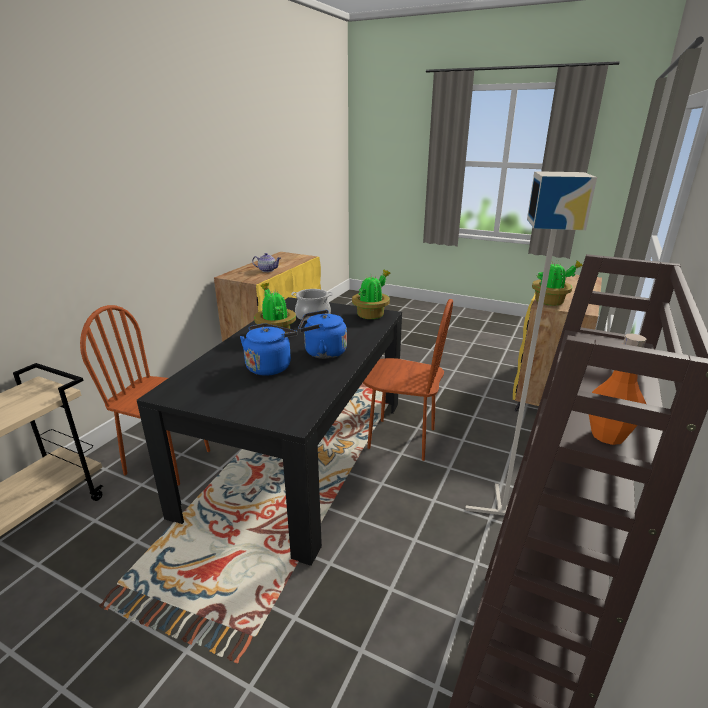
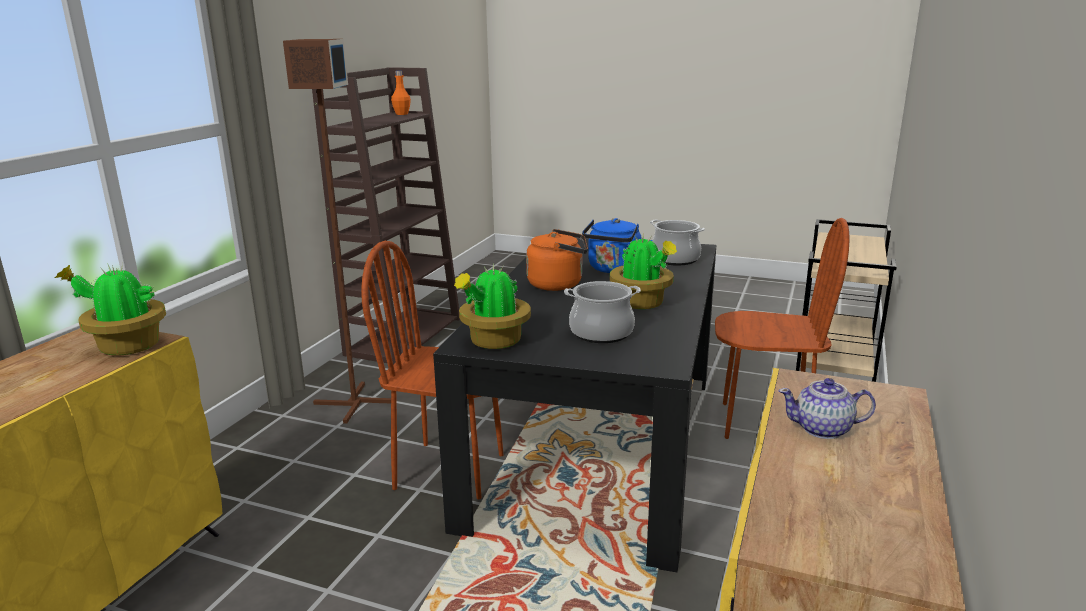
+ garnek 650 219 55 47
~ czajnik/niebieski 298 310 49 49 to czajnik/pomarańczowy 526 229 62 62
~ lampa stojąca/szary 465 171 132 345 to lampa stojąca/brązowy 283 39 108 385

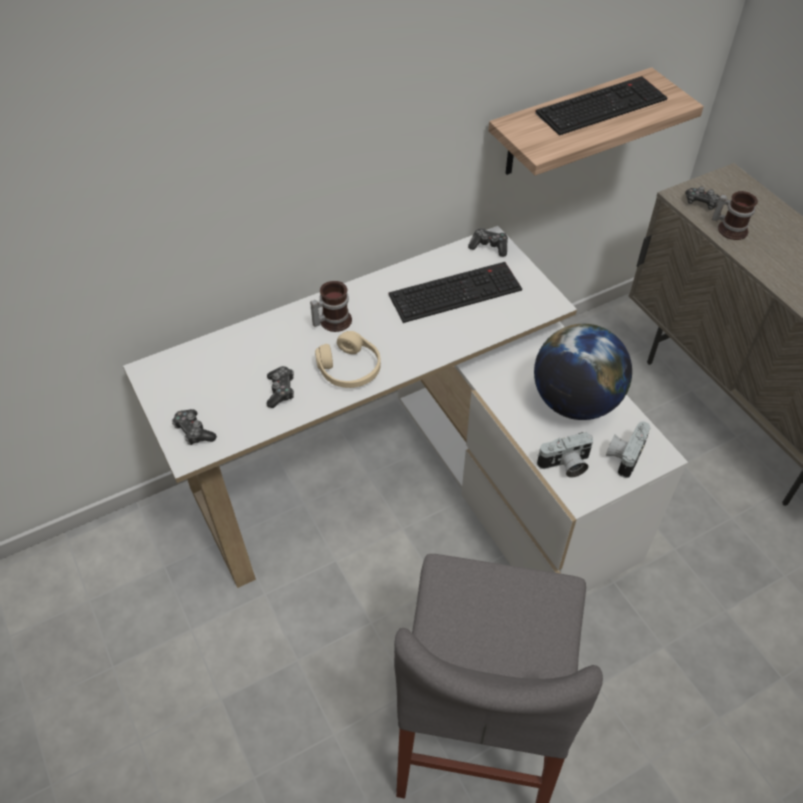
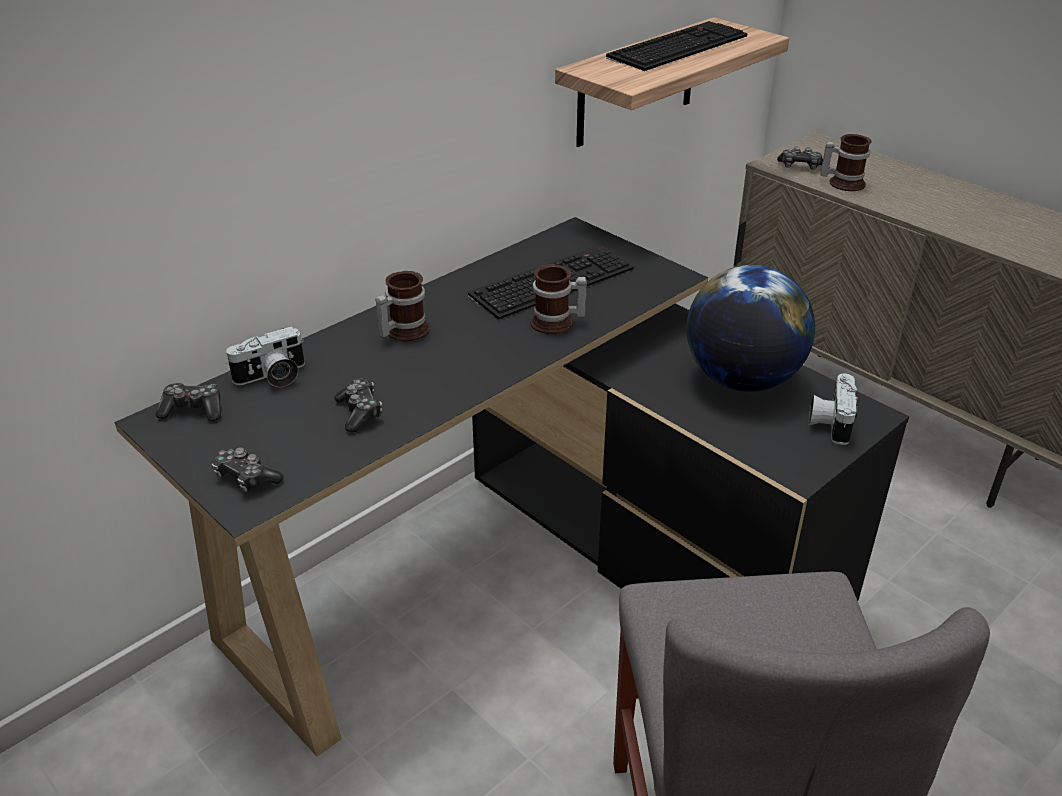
- słuchawki/beżowy 315 331 66 57
+ kubek 530 264 57 70
~ pad do gier 468 228 40 29 to 156 382 65 39
~ aparat fotograficzny 537 432 56 45 to 226 326 79 61
~ biurko/biały 123 226 565 366 to biurko/czarny 115 217 794 540

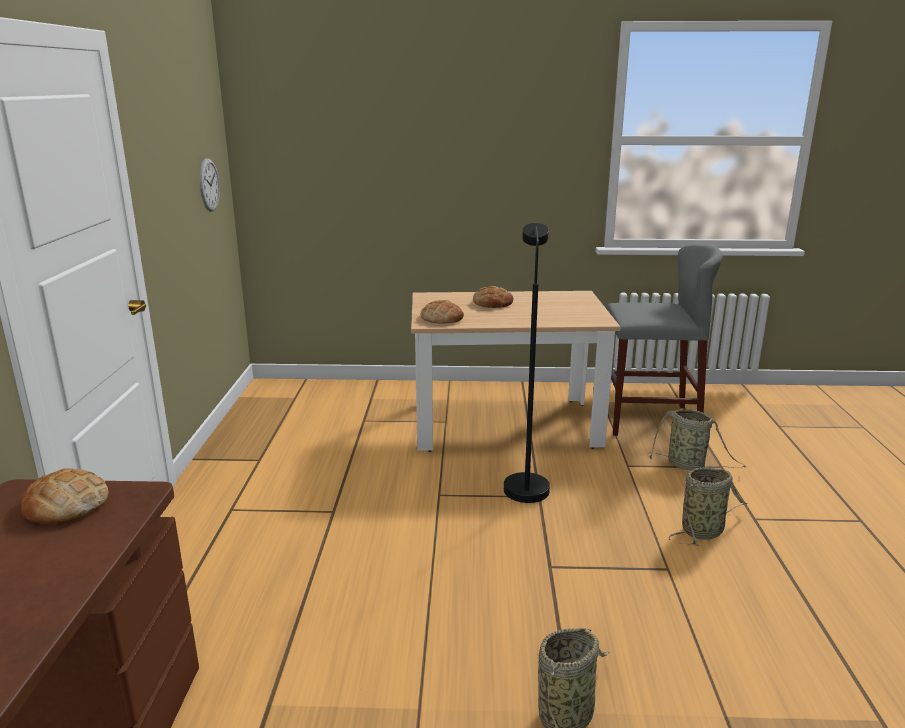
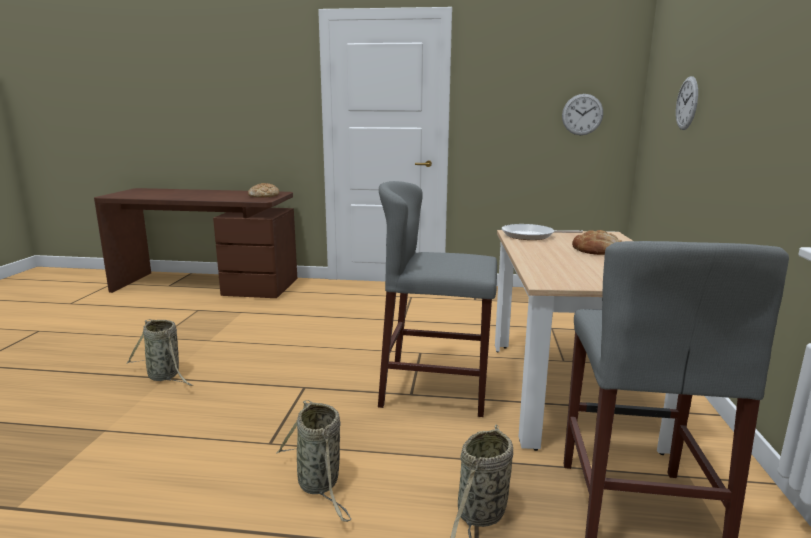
+ zegar ścienny 676 76 22 54
~ chleb 421 300 43 24 to patelnia 502 224 81 16
~ lampa stojąca/czarny 504 223 46 280 to stołek/szary 378 181 119 236

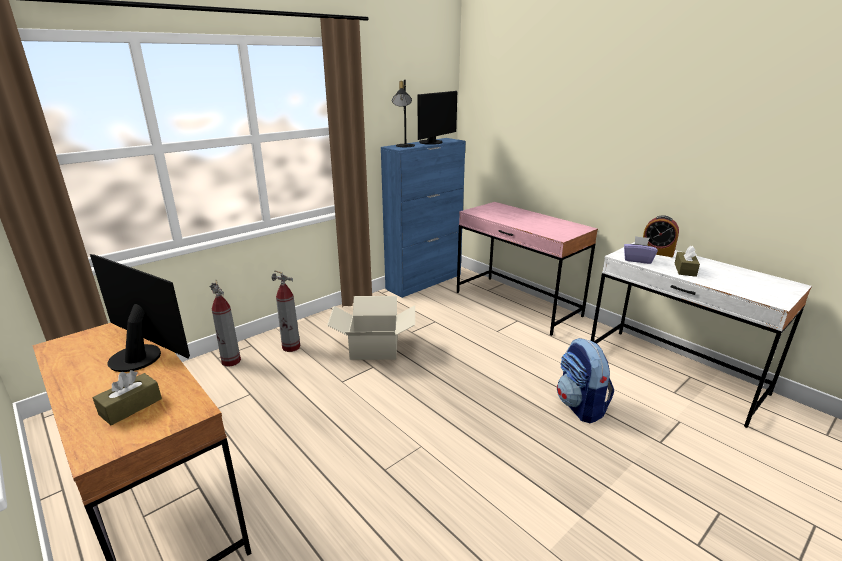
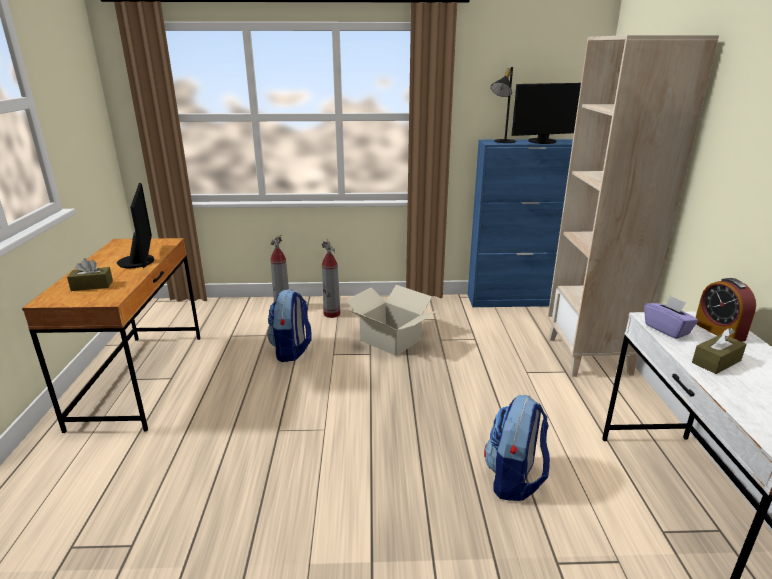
+ plecak 267 289 45 73
~ biurko/różowy 457 202 141 134 to regał/beżowy 548 35 171 341

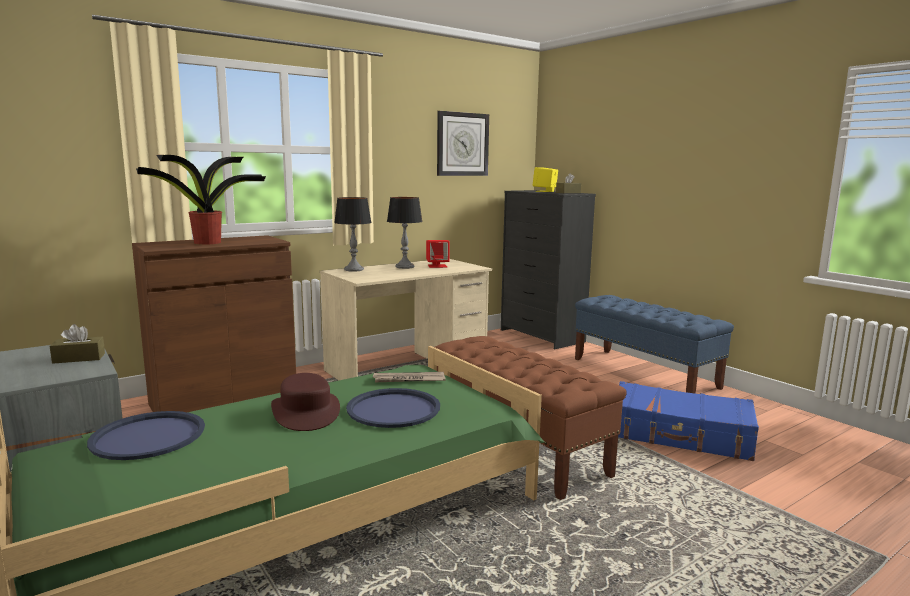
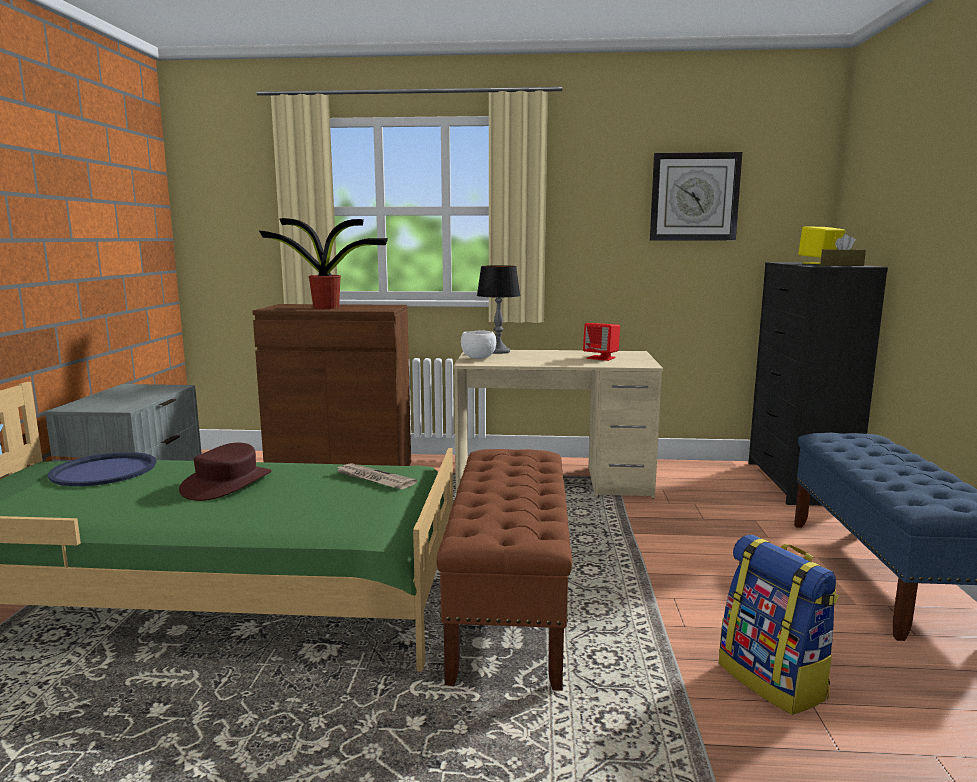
- pudełko chusteczek/brązowy 50 324 55 40
- taca/niebieski 346 388 94 40
- lampa stołowa 387 197 36 72
+ miska/biały 461 330 35 29
~ walizka/niebieski 618 381 141 80 to plecak 719 535 120 180

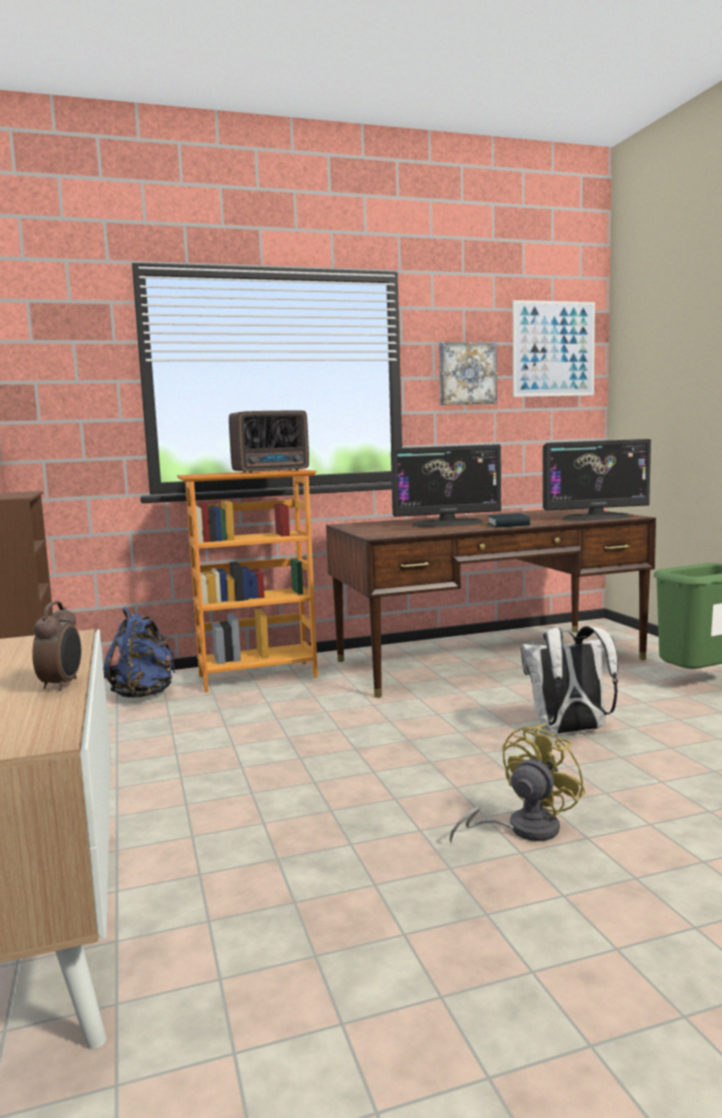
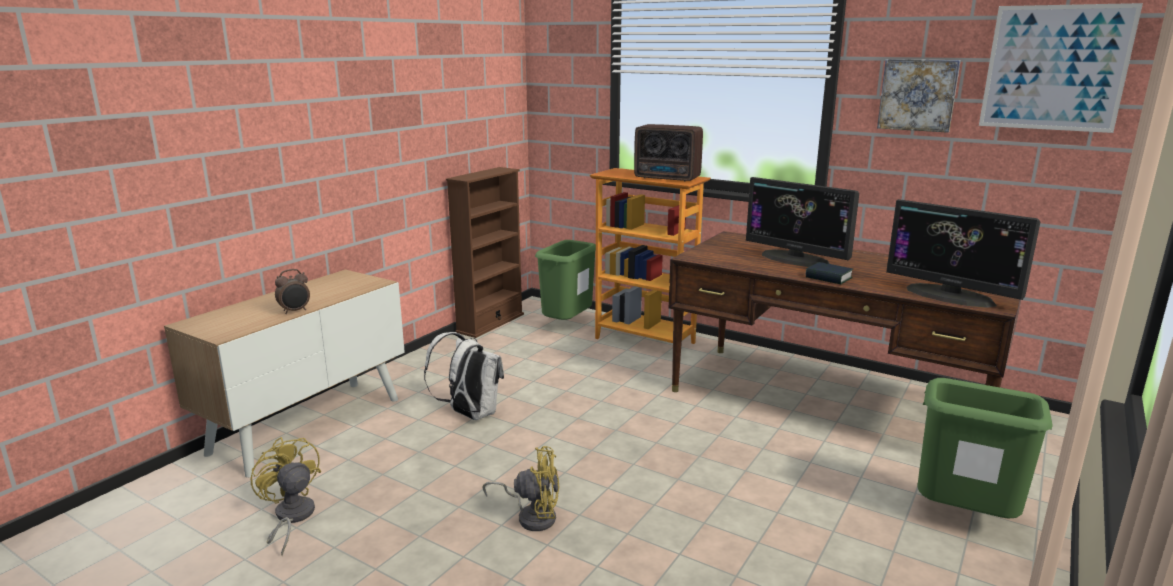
+ wentylator/żółty 251 437 70 119
~ plecak/biały 521 626 97 108 to 424 332 80 88
~ plecak/niebieski 104 607 71 91 to kosz na śmieci/zielony 535 240 61 80

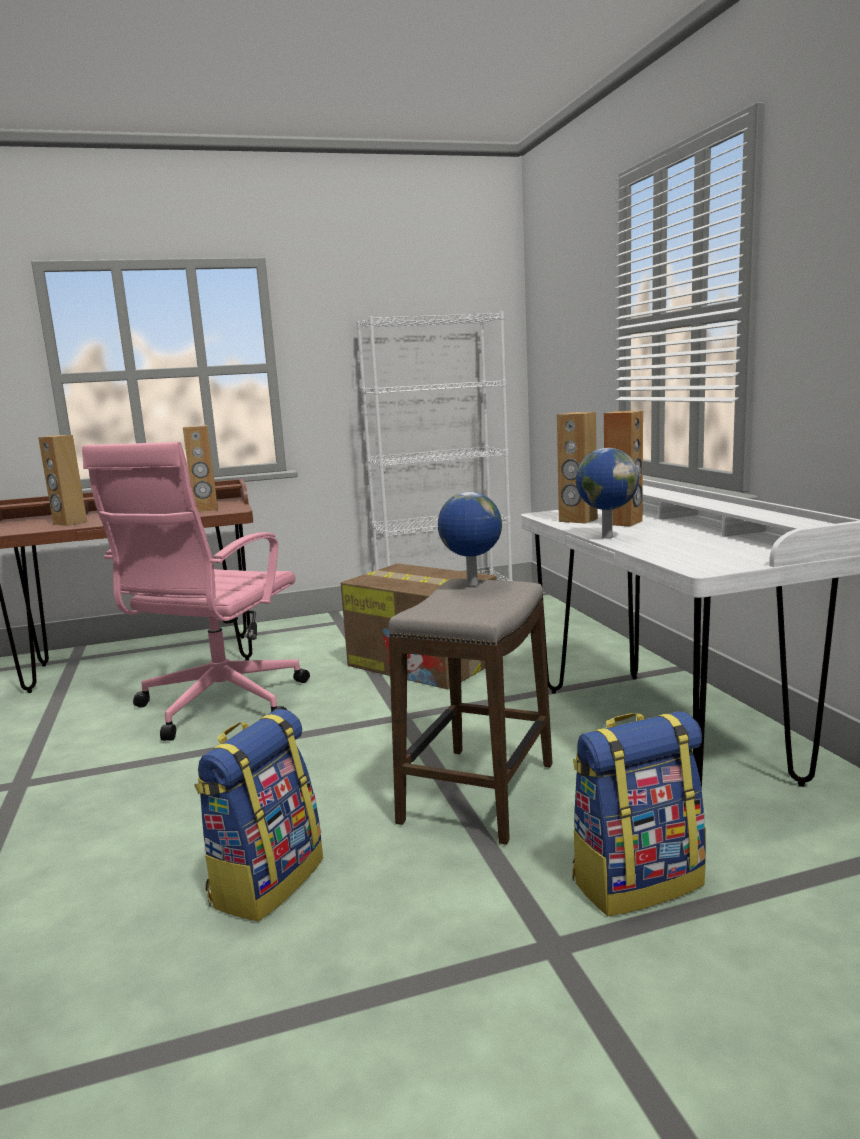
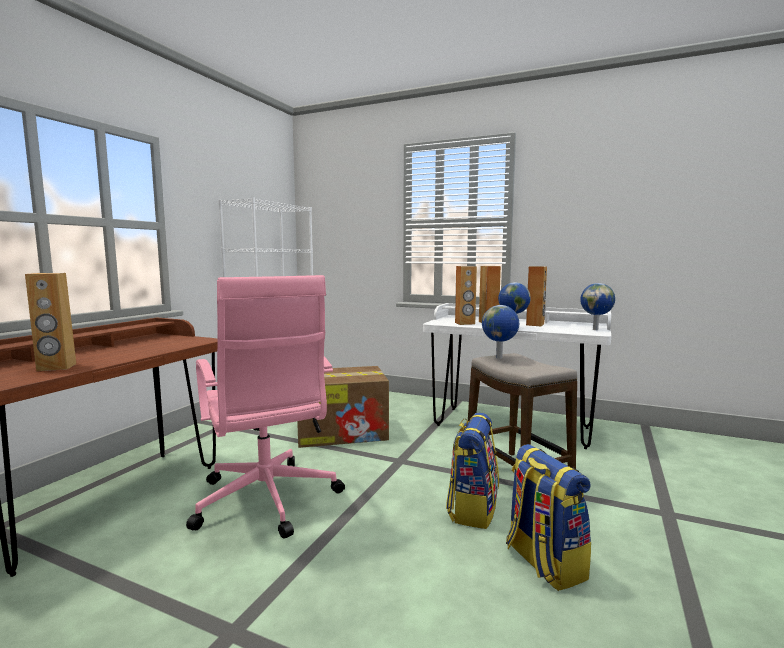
+ globus 580 283 35 47
~ głośnik/brązowy 183 425 35 87 to 526 266 21 61
~ plecak 572 711 134 205 to 446 412 53 117

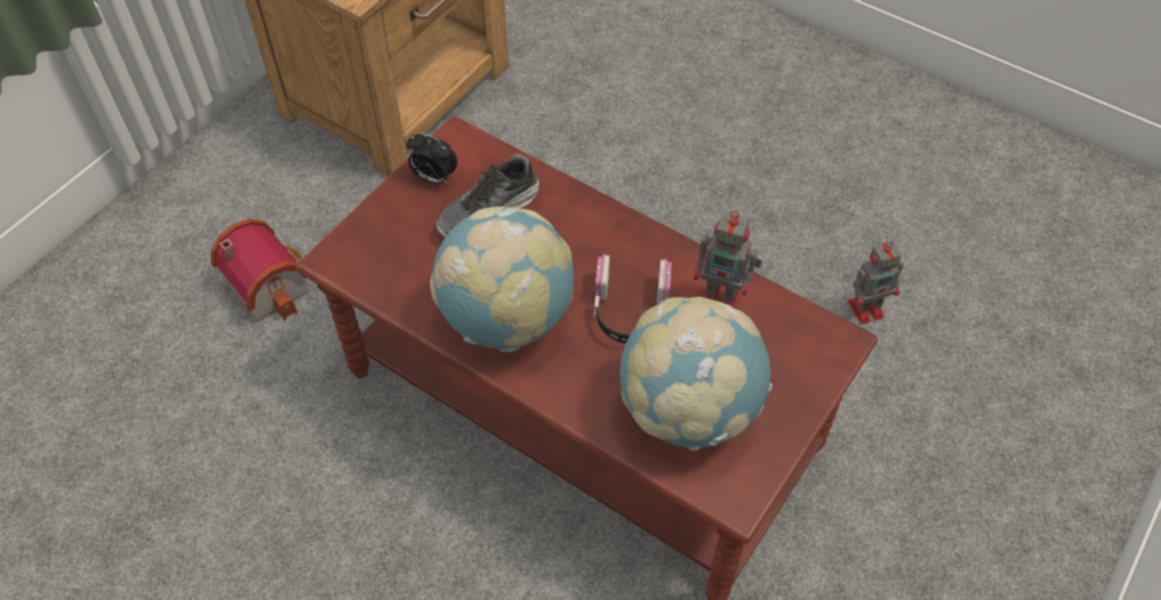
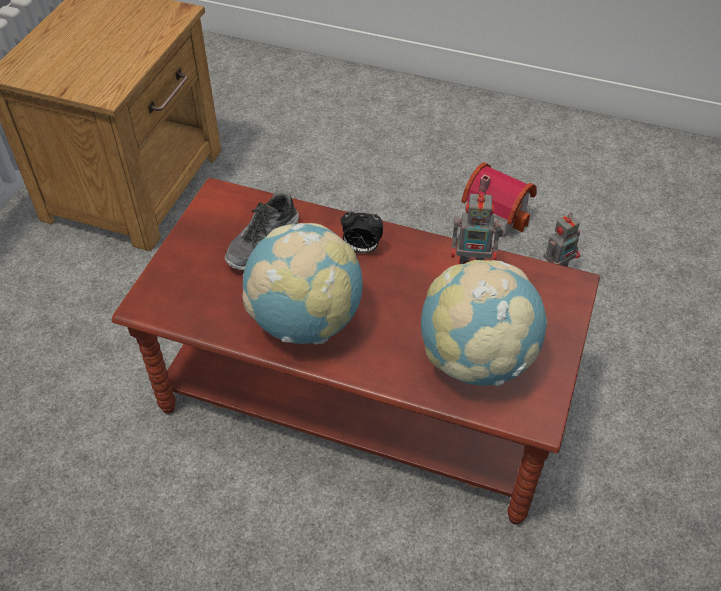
- słuchawki 594 254 78 90
~ domek 211 219 98 104 to 461 162 76 76
~ budzik 406 133 52 51 to 341 210 42 43

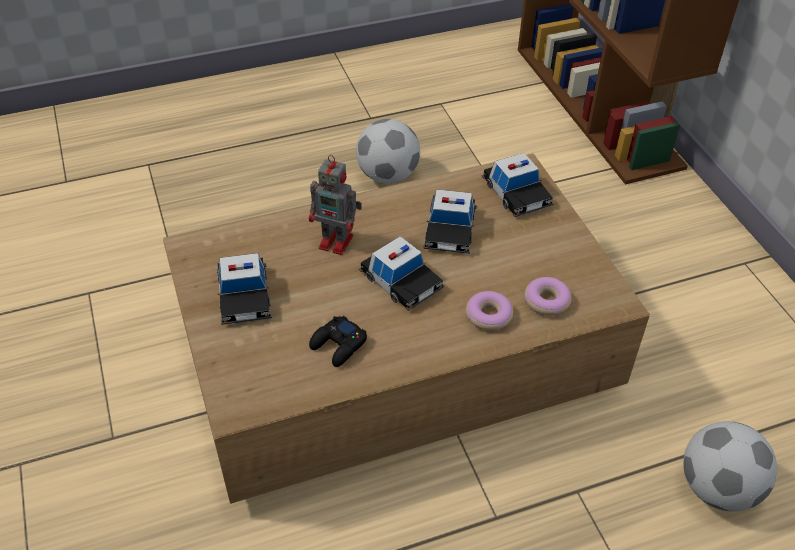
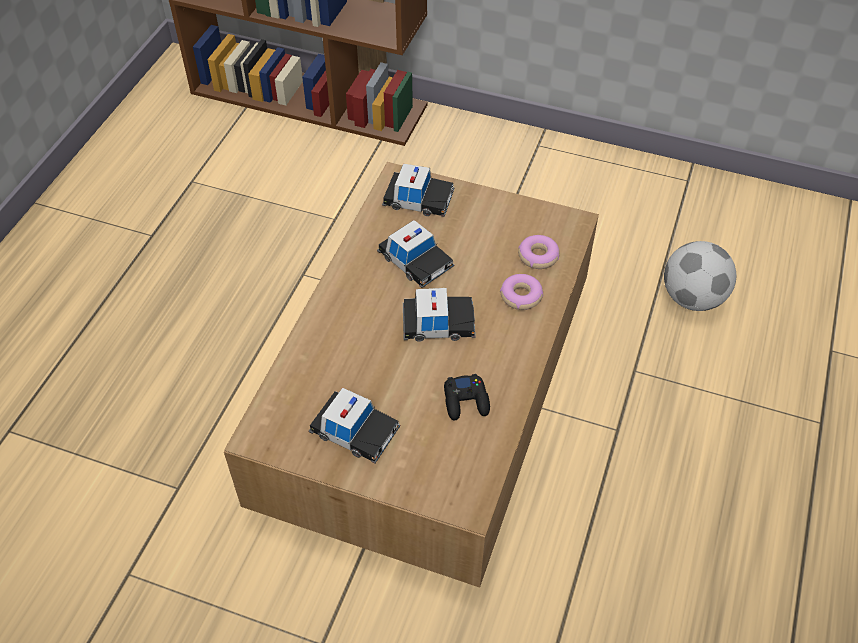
- robot zabawkowy 309 155 53 100
- piłka futbolowa 356 119 64 65

